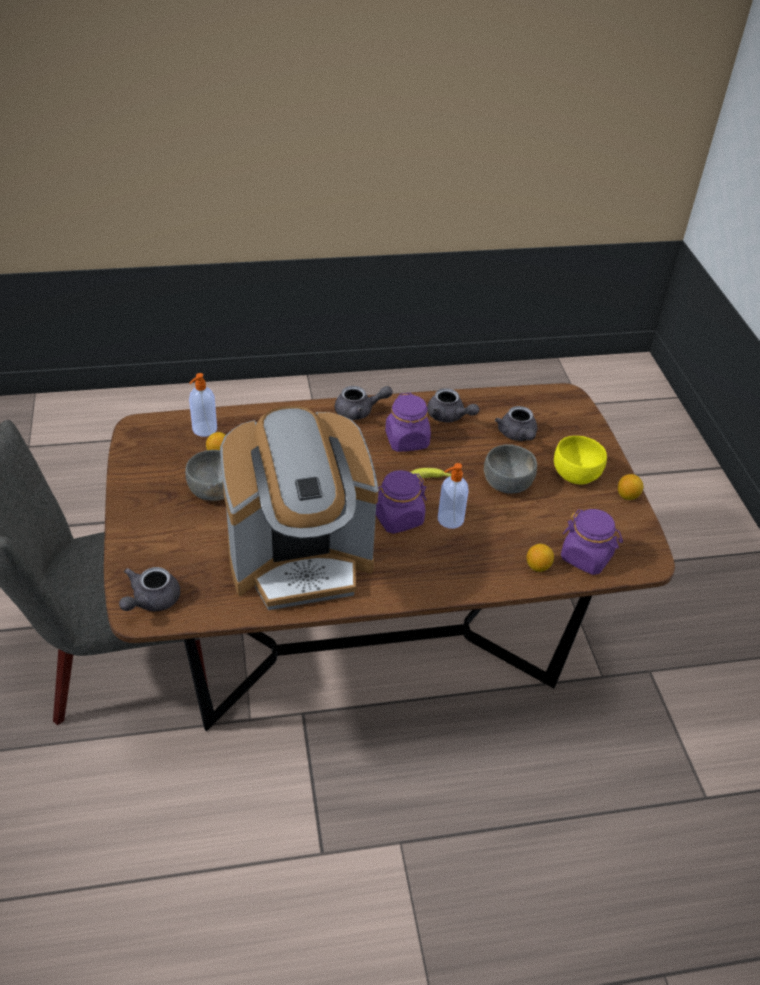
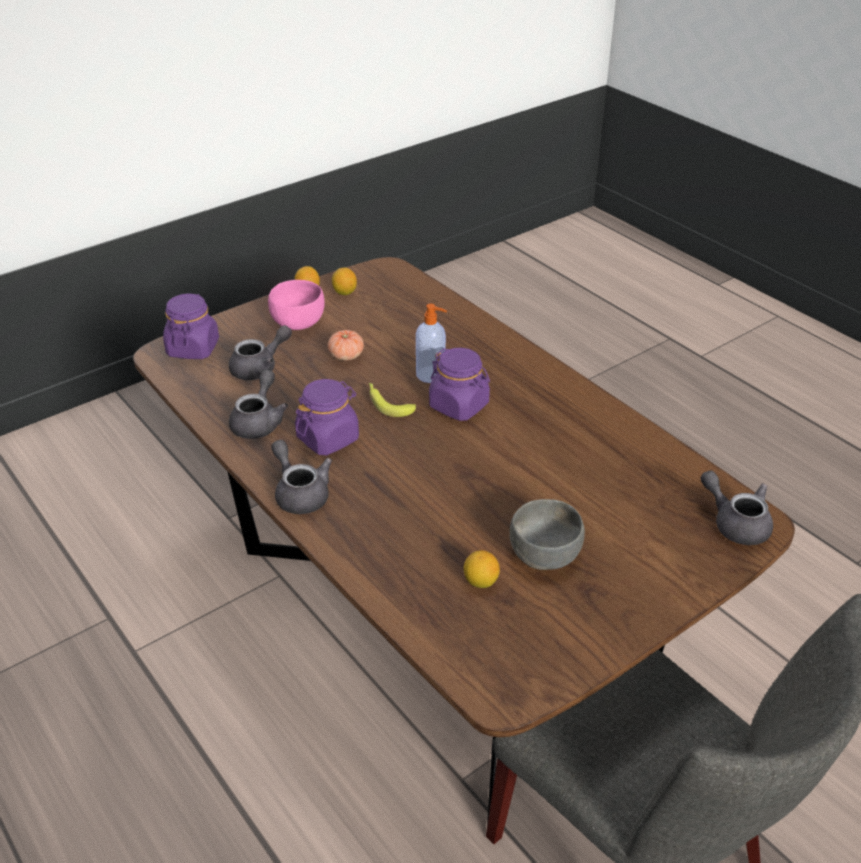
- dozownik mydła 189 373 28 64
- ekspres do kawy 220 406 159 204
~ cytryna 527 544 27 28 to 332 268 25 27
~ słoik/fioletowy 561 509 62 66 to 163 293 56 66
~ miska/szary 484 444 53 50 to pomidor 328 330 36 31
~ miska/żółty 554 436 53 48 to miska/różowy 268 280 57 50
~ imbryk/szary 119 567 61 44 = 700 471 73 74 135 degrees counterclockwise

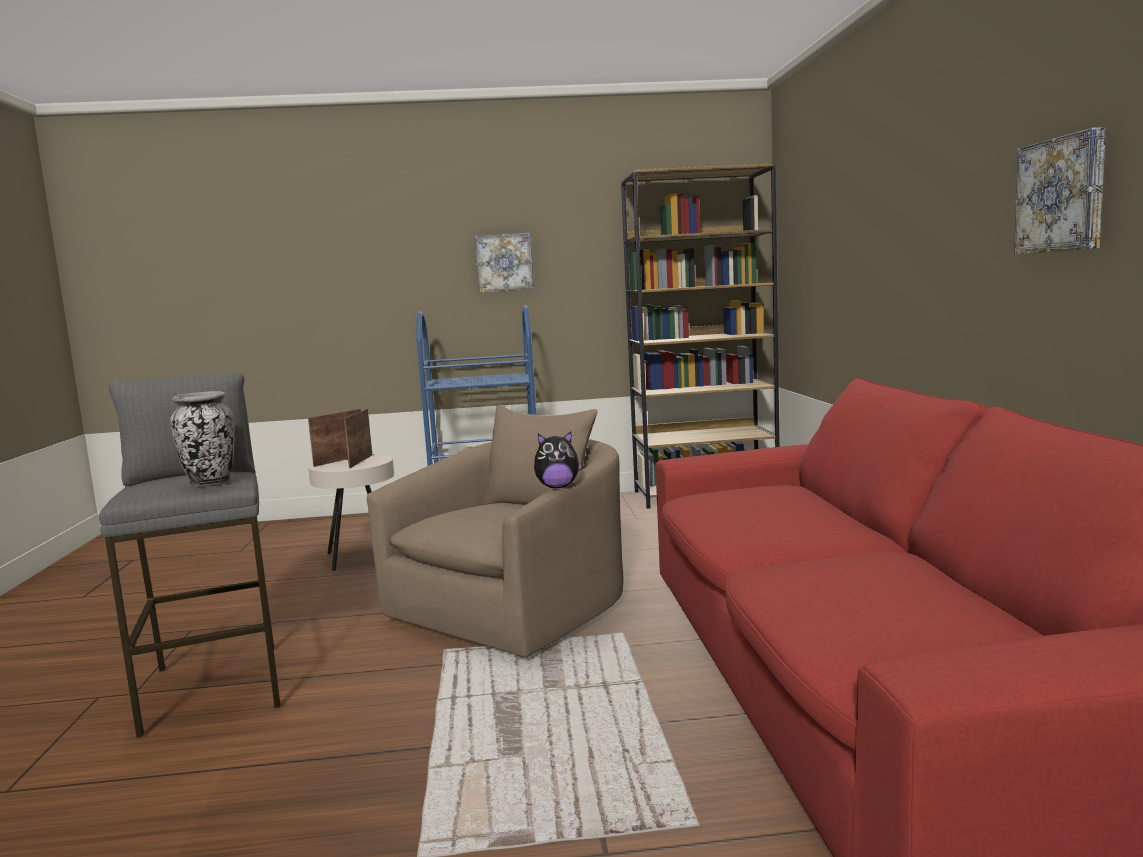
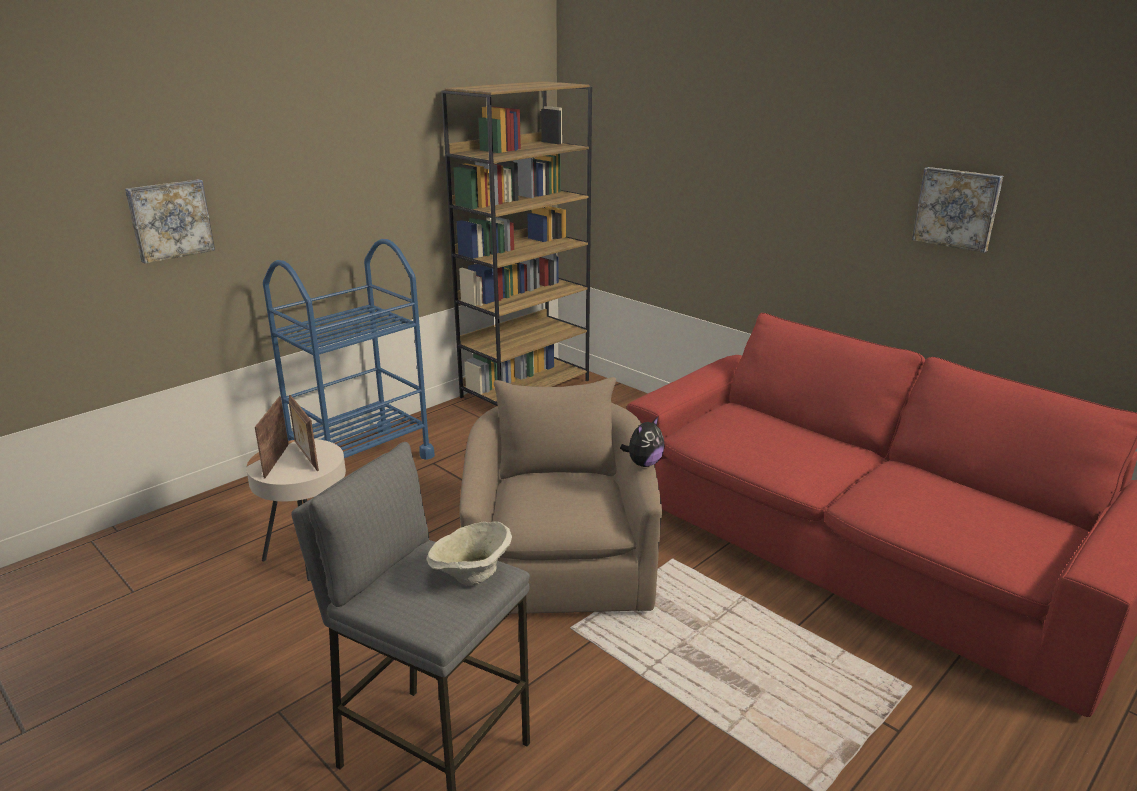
~ obraz 475 233 59 60 to 125 179 90 85
~ wazon 170 391 65 95 to miska/beżowy 426 521 86 64

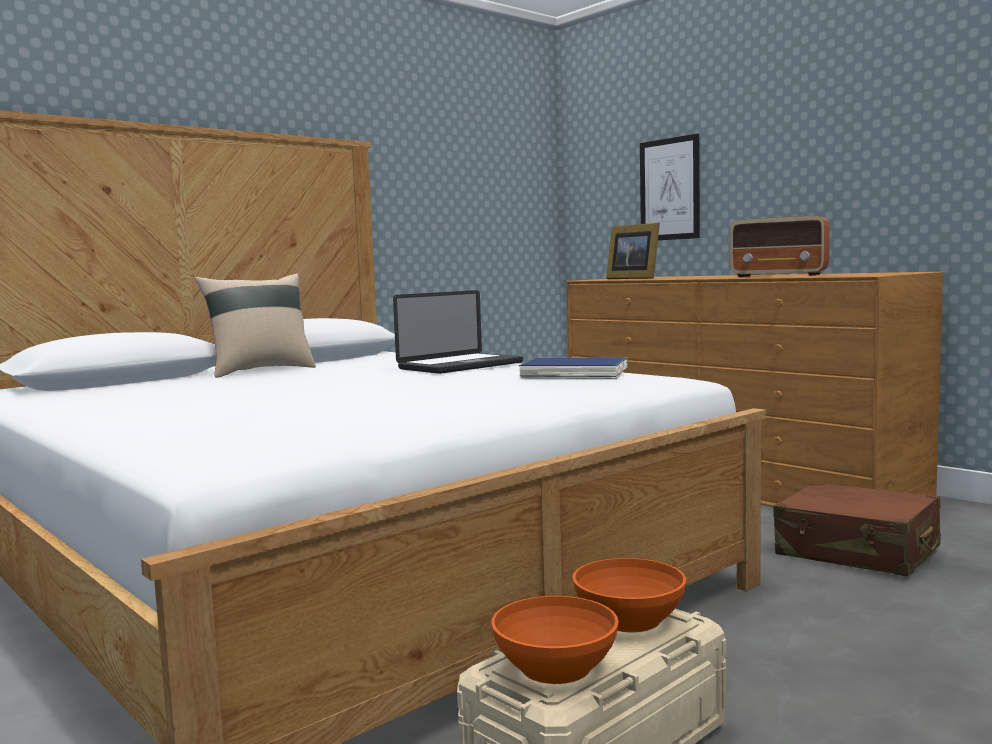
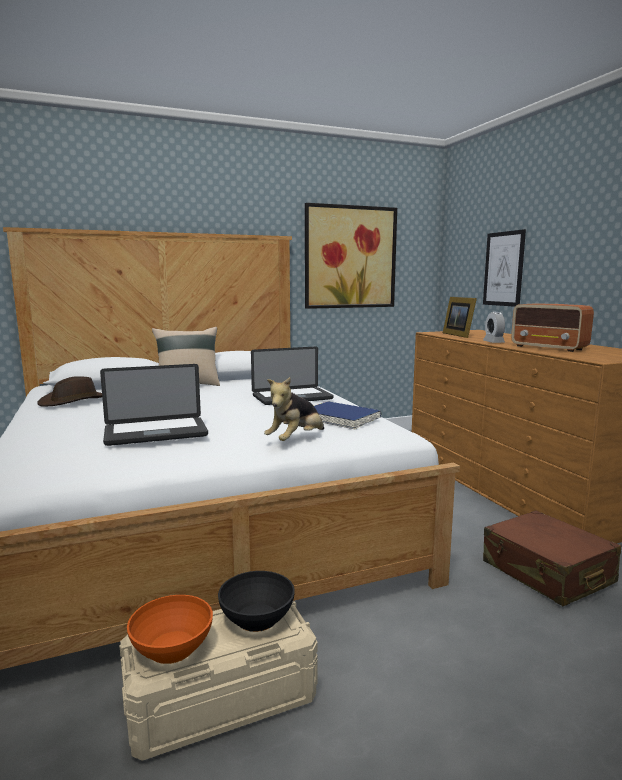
+ kapelusz/brązowy 38 376 64 31
+ laptop 100 364 108 82
+ pluszak 264 377 60 64
+ obraz 305 203 92 106
+ budzik 483 312 22 31
~ miska/pomarańczowy 573 558 113 74 to miska/czarny 218 571 77 61

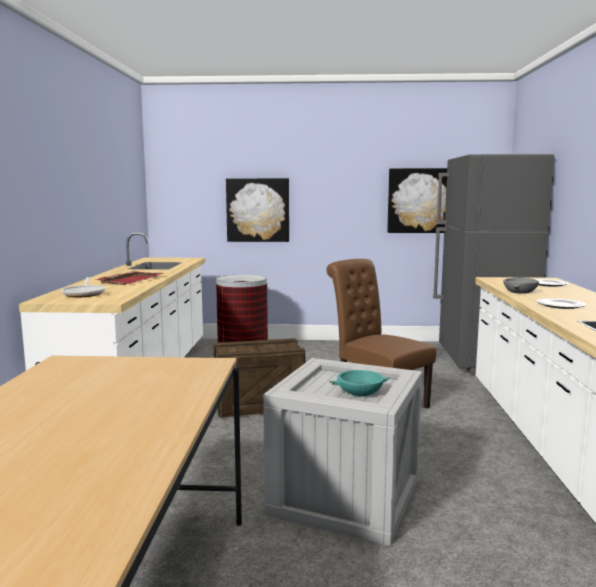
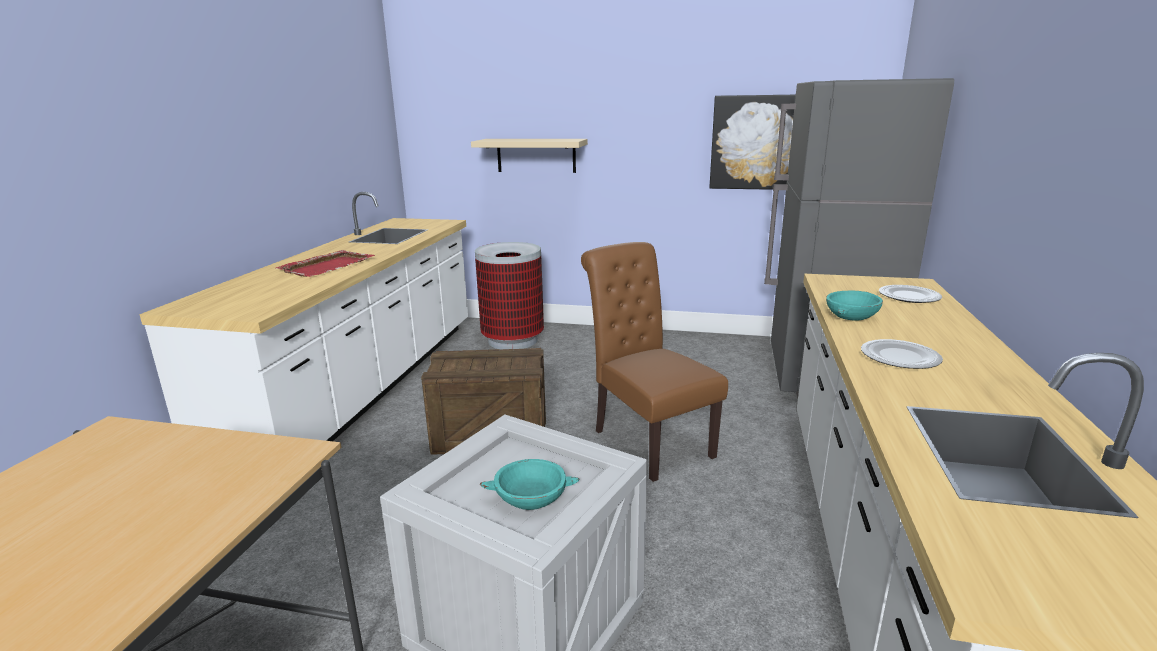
- patelnia 61 277 44 20
~ obraz 226 178 63 64 to półka/beżowy 471 139 117 34
~ miska/szary 503 278 36 16 to miska/turkusowy 826 291 57 30

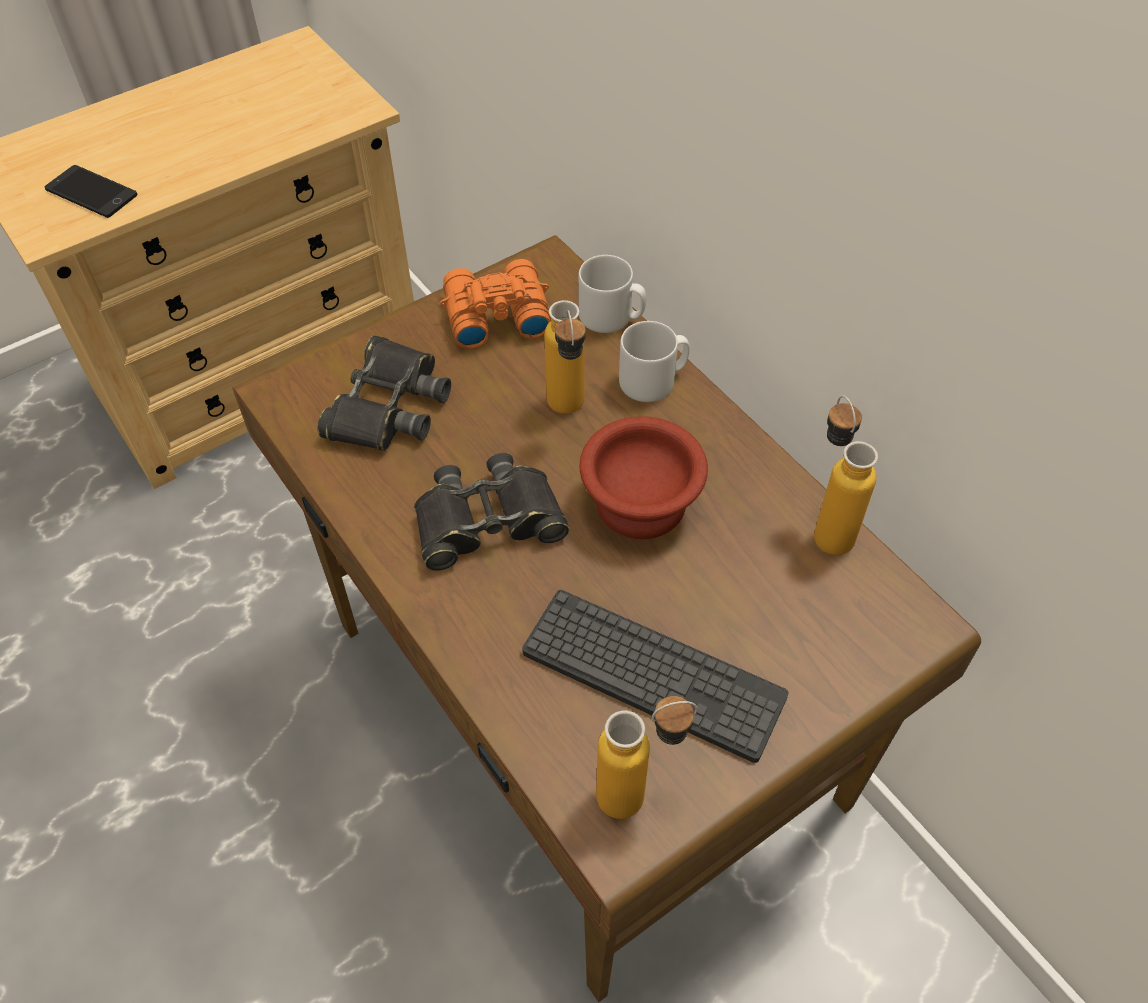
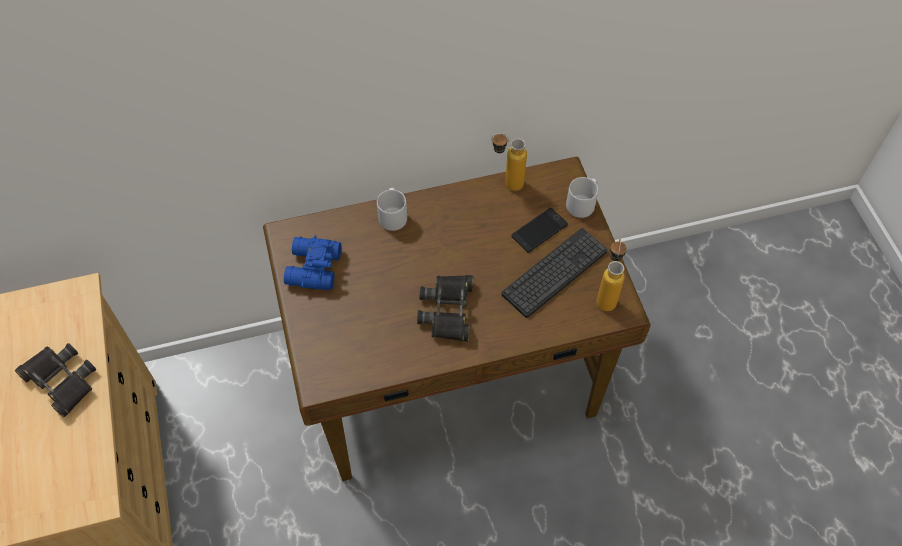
- butelka 545 300 41 114
- miska/brązowy 580 416 128 123
~ telefon 44 165 93 53 to 511 208 57 45
~ lornetka/czarny 317 335 134 116 to 15 343 81 75
~ kubek/szary 578 255 68 78 to 566 177 32 41
~ lornetka/pomarańczowy 440 259 111 90 to lornetka/niebieski 284 235 57 55

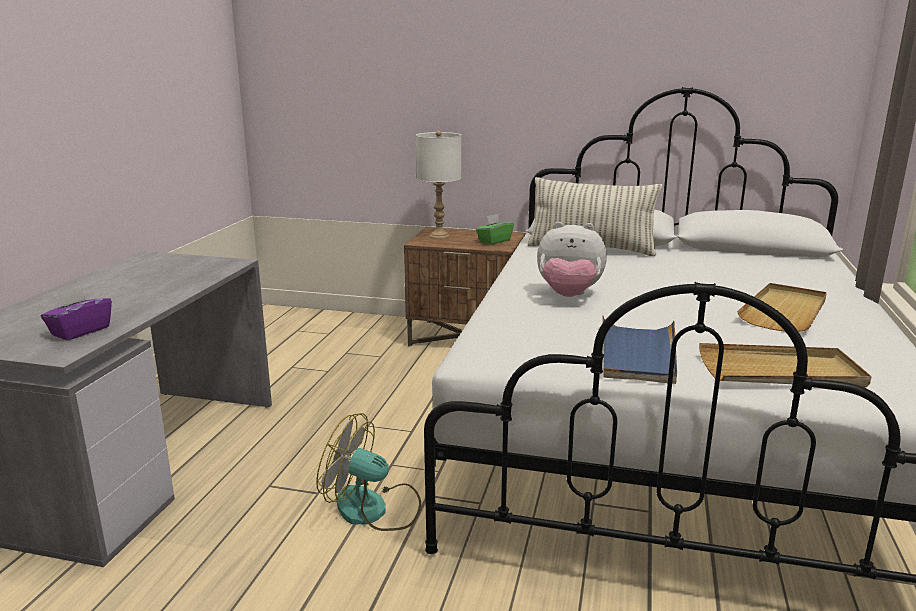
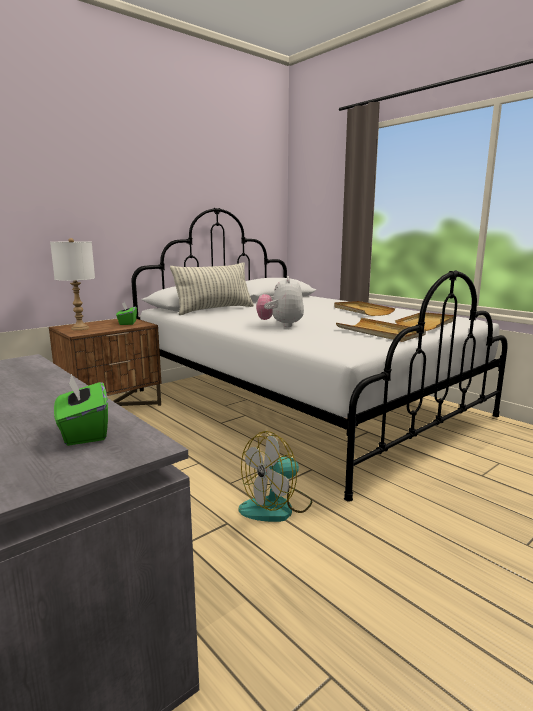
~ pudełko chusteczek/fioletowy 41 286 71 54 to pudełko chusteczek/zielony 54 374 54 72
~ taca/niebieski 602 316 75 68 to taca/beżowy 336 318 90 24
~ pluszak 537 222 70 75 = 256 276 48 51 135 degrees clockwise

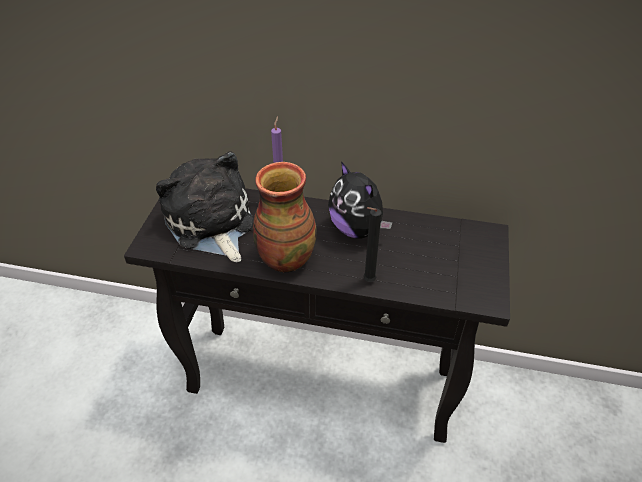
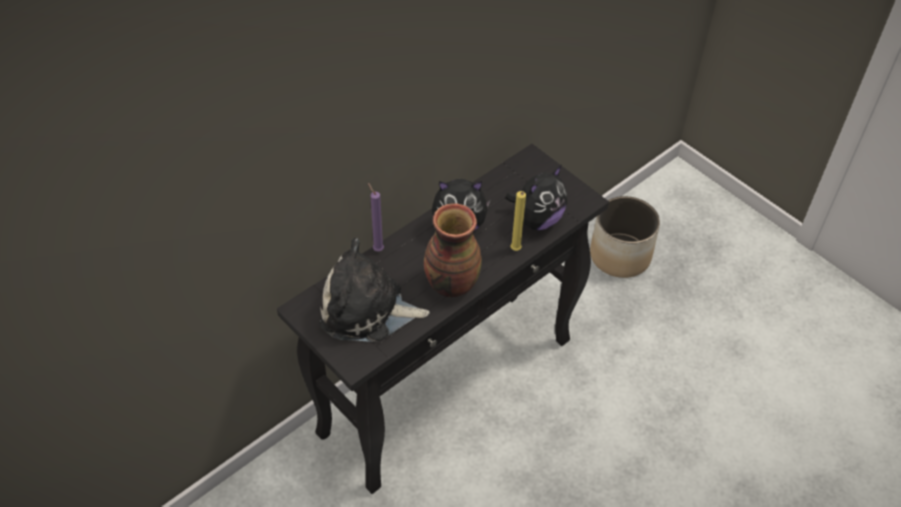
+ pluszak 505 165 62 65
+ donica 590 196 70 82
~ świeca/czarny 363 207 19 75 to świeca/żółty 511 191 15 60

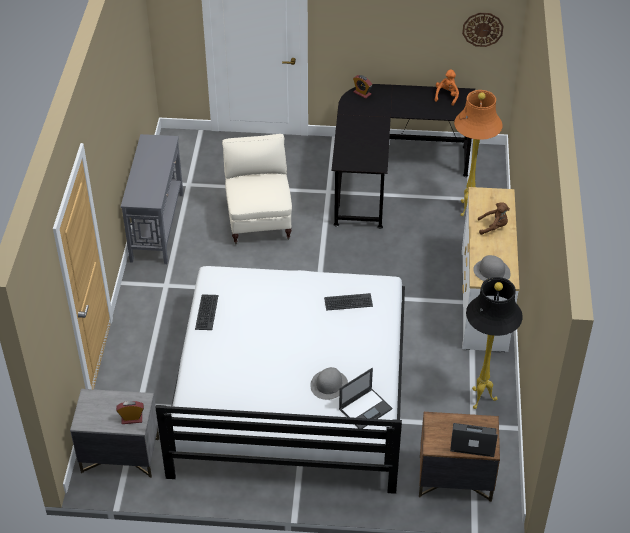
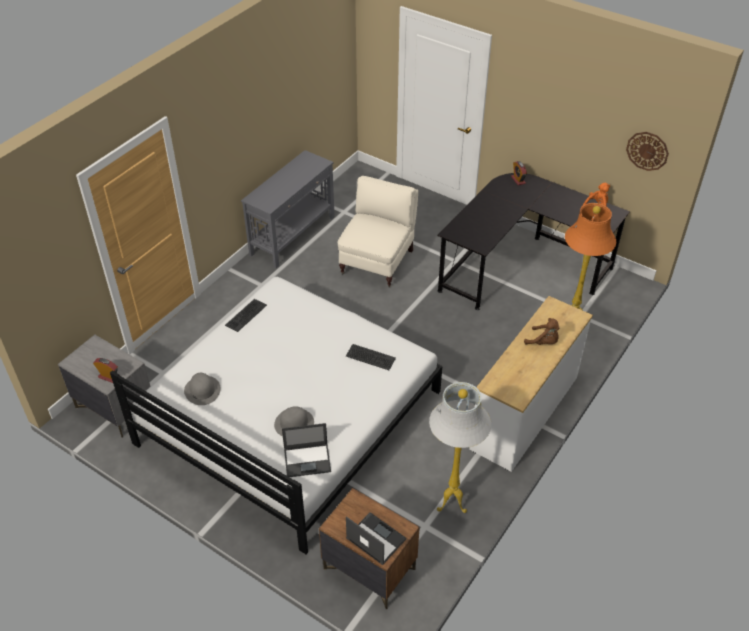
~ kapelusz/szary 473 255 37 26 to 184 373 37 32
~ lampa stojąca/czarny 466 277 57 132 to lampa stojąca/biały 429 382 62 131

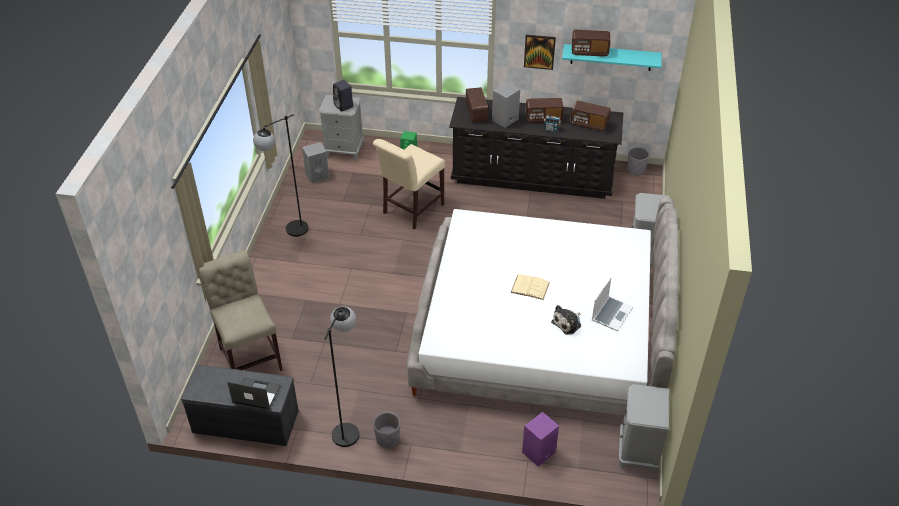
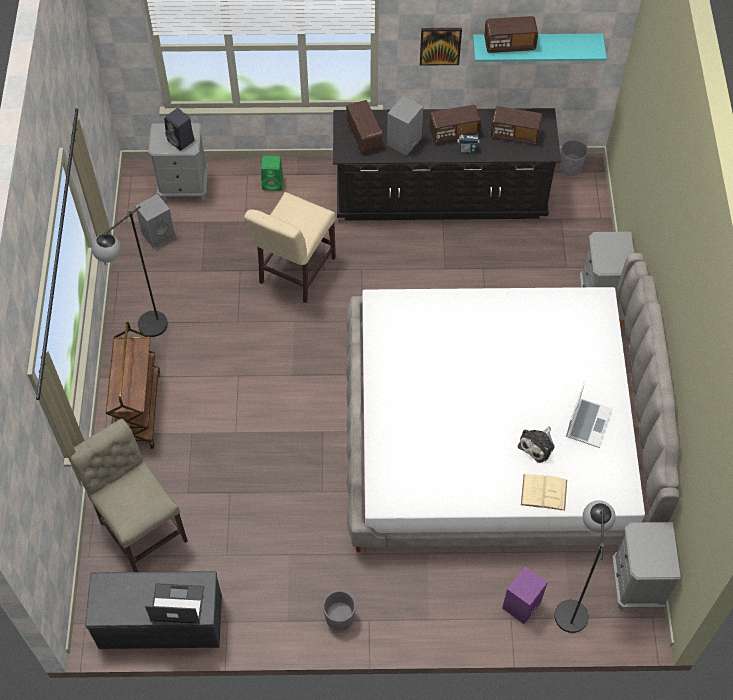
+ wózek/brązowy 105 322 55 127
~ lampa stojąca/czarny 324 306 35 141 to 554 500 62 133
~ książka/beżowy 511 274 39 26 to 521 474 46 37

